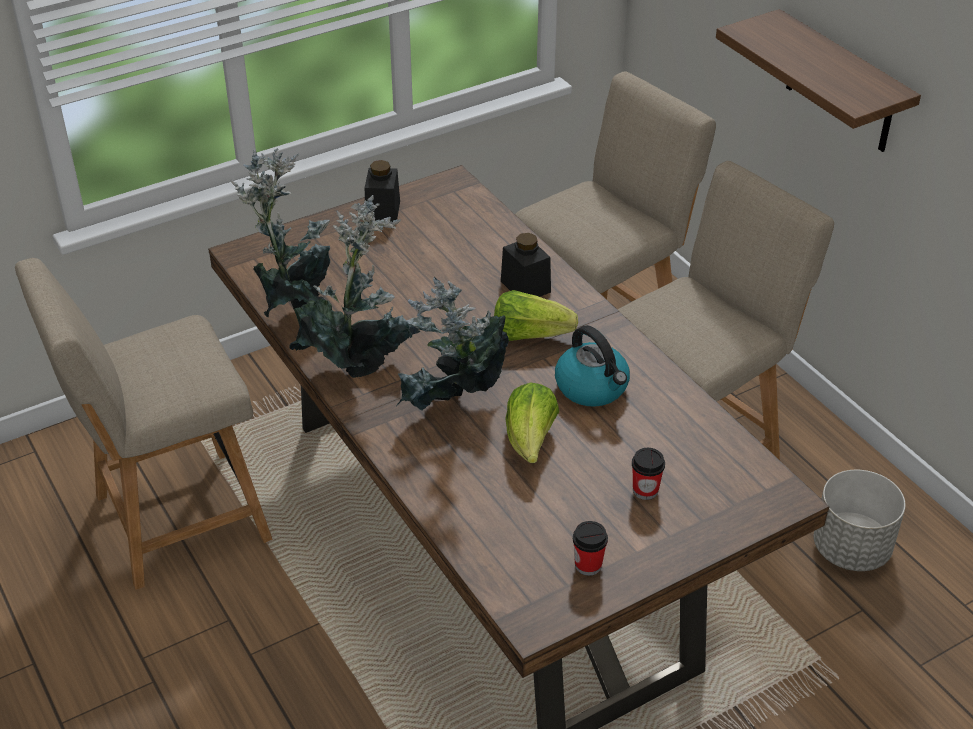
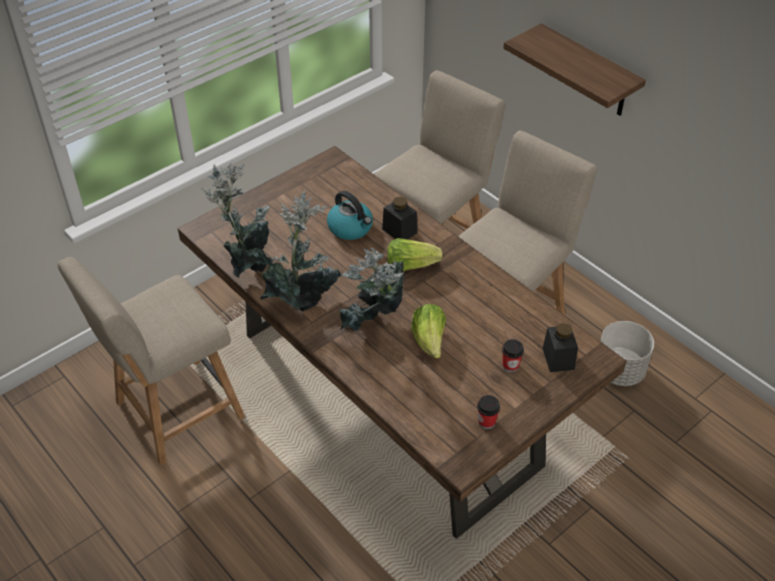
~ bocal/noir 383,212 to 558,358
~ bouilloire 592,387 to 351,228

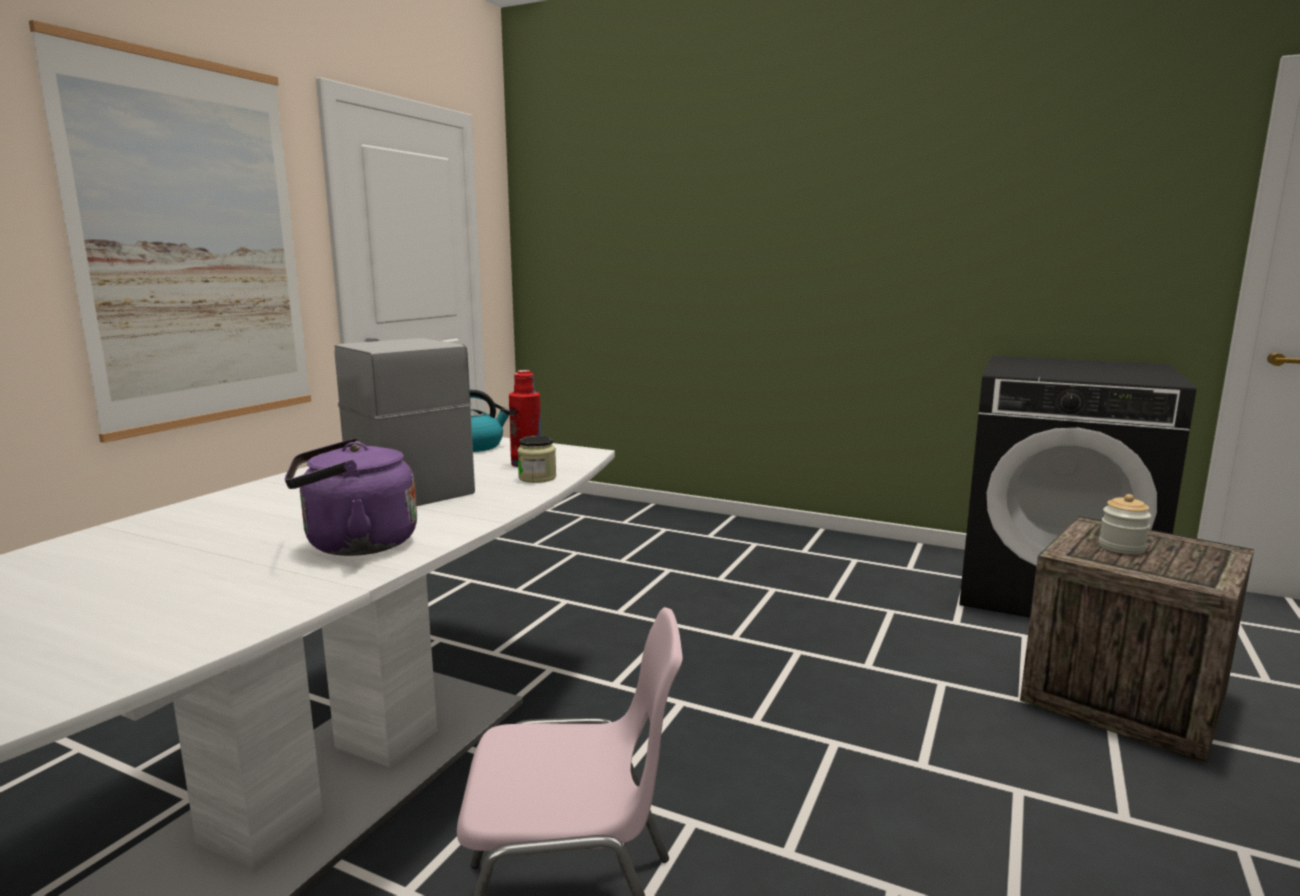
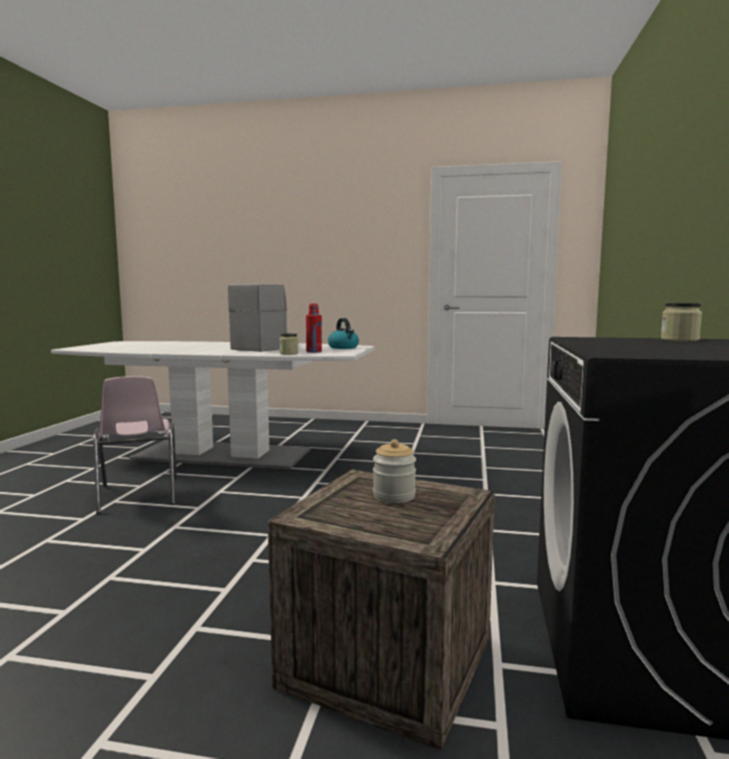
- tableau 193,245
- bouilloire/violet 354,545
+ bocal 679,340

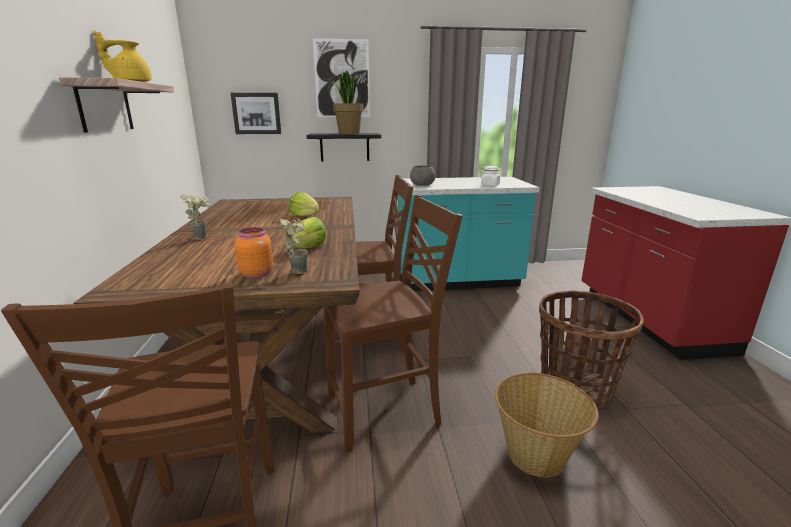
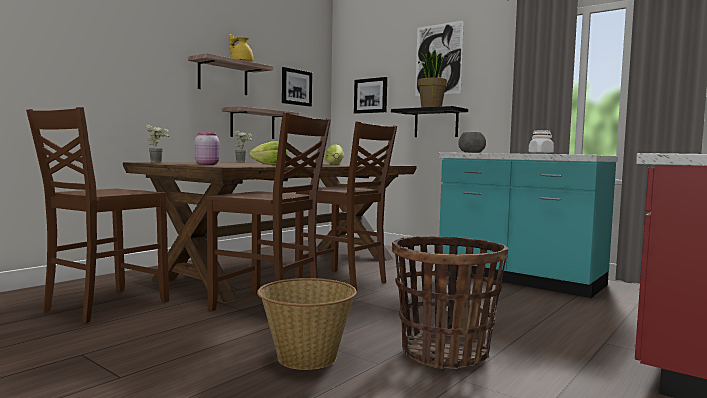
+ étagère 253,124
+ tableau 296,87
~ plante en pot 298,270 to 158,163
~ bocal/orange 256,274 to bocal/rose 207,164

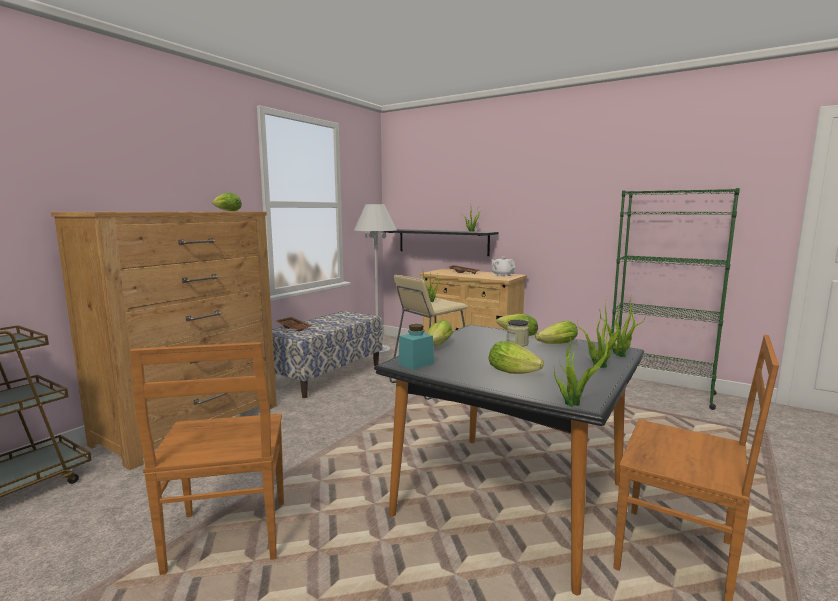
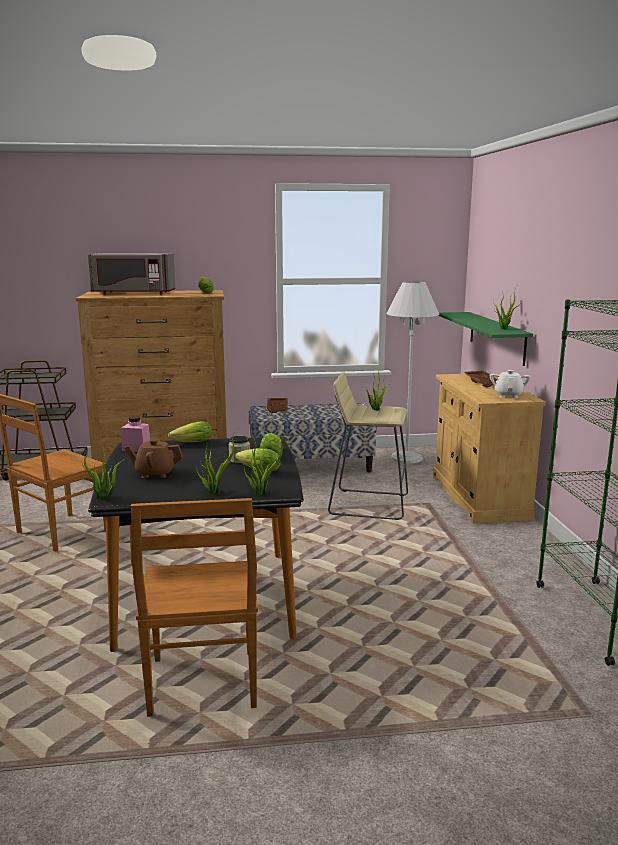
+ micro-ondes/gris 133,293
~ laitue 515,372 to théière/marron 155,473
~ étagère/noir 442,242 to étagère/vert 496,337
~ bocal/turquoise 416,364 to bocal/rose 136,448

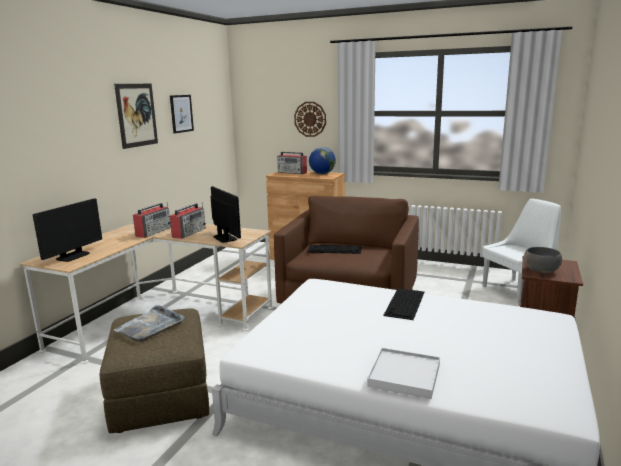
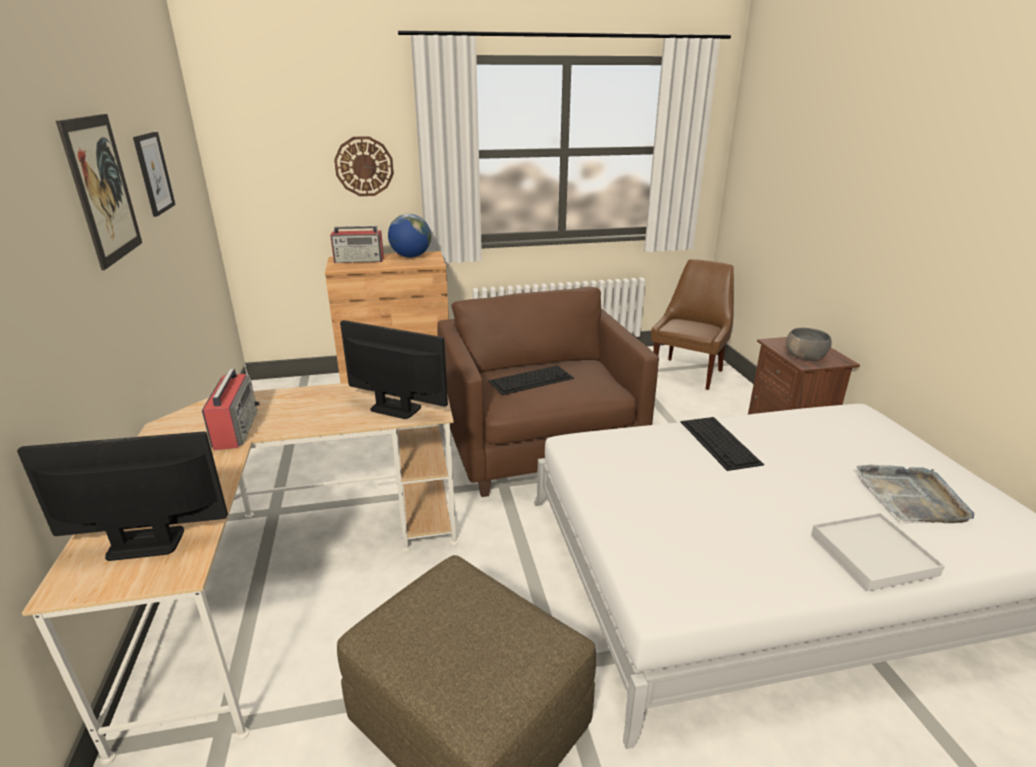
- radio 189,232
~ plateau/gris 150,326 to 912,497
~ chaise/blanc 518,290 to chaise/marron 688,372
~ écran d'ordinateur 73,256 = 145,543 90 degrees counterclockwise

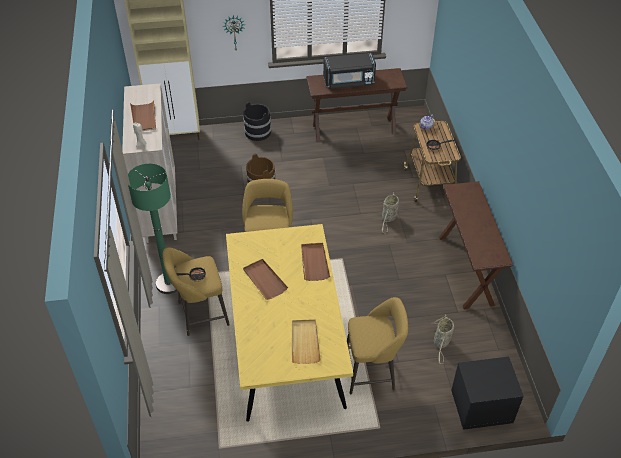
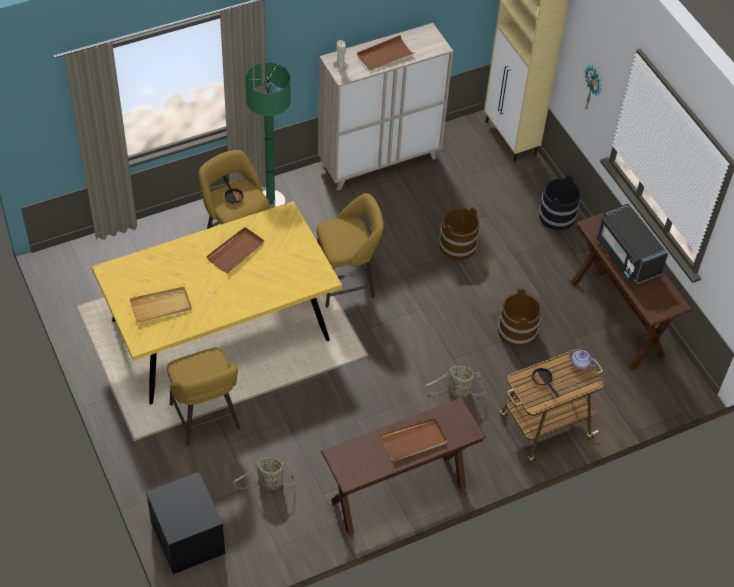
+ seau/marron 517,331
~ plateau/marron 314,262 to 414,441

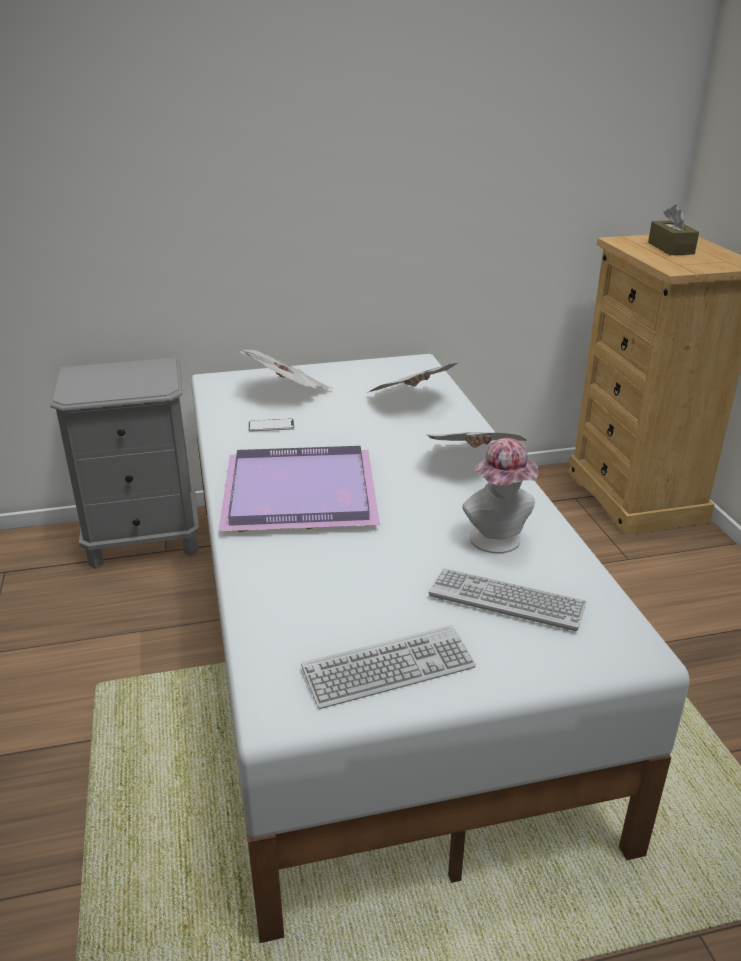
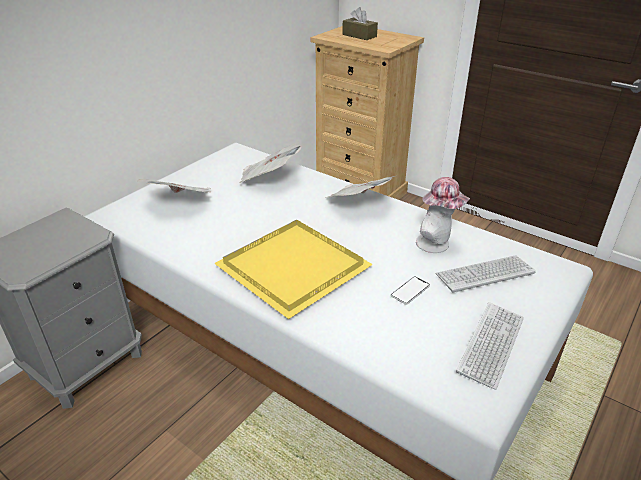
~ téléphone 271,426 to 410,291
~ plateau/violet 297,495 to plateau/jaune 293,270

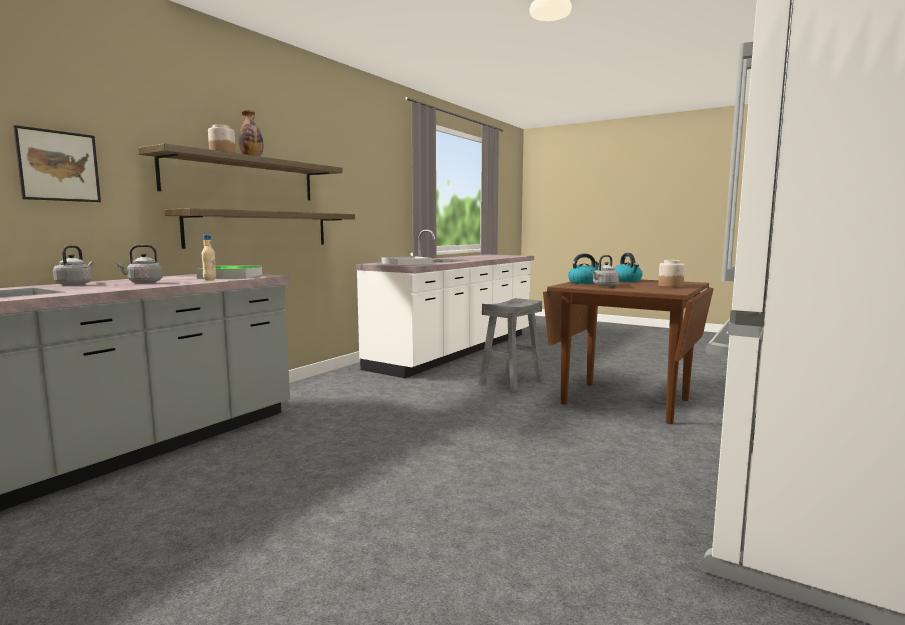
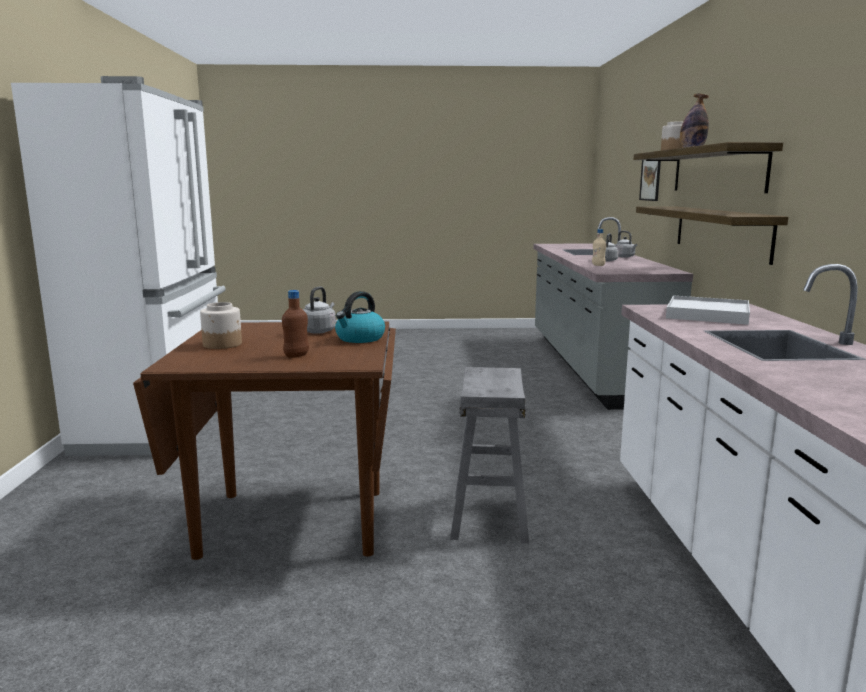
- plateau 231,276
~ bouilloire 627,281 to bouteille/marron 296,355

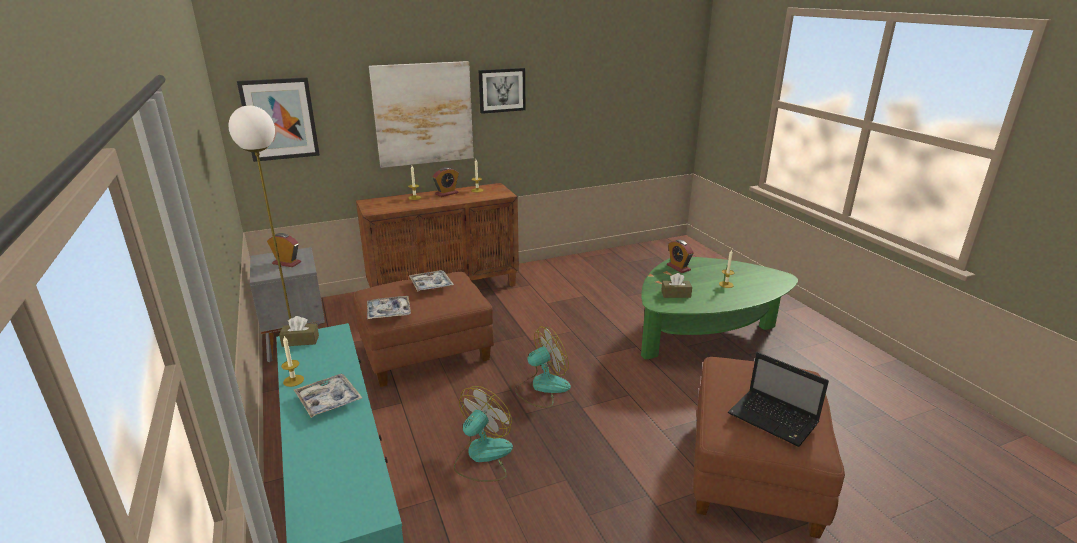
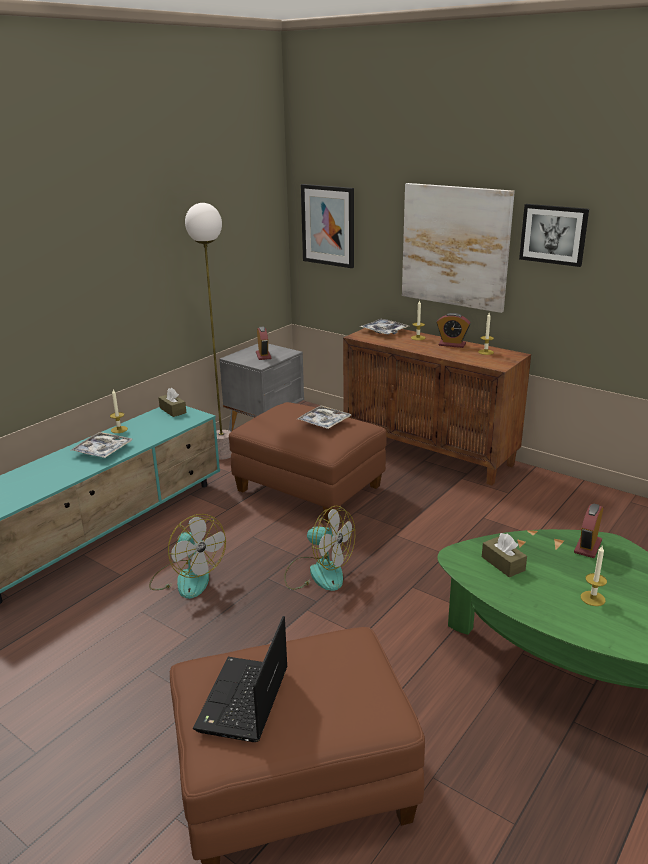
~ plateau 389,312 to 384,331
~ ventilateur 482,456 = 187,578 45 degrees clockwise

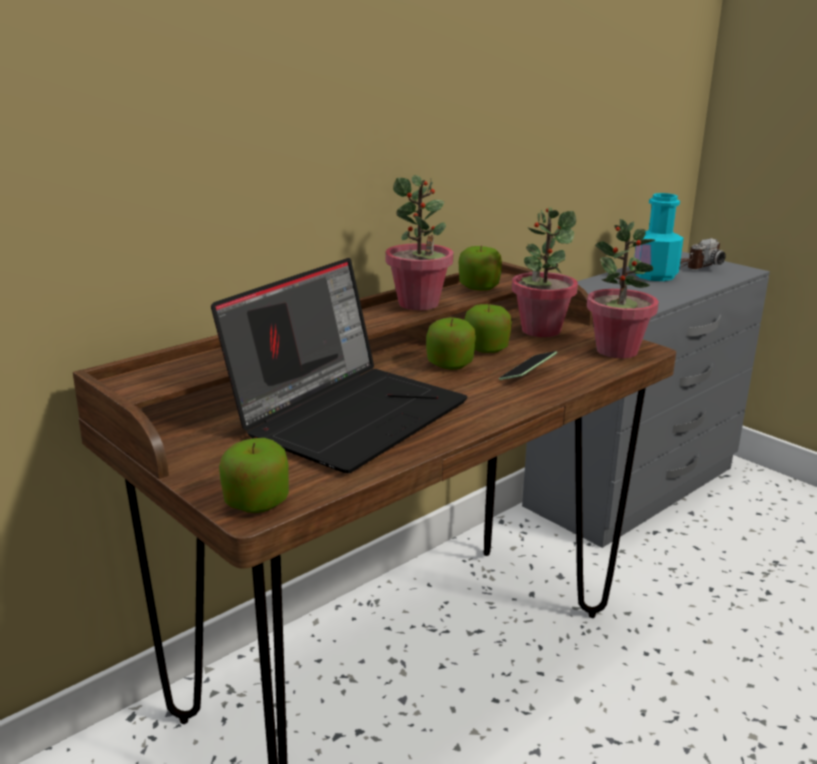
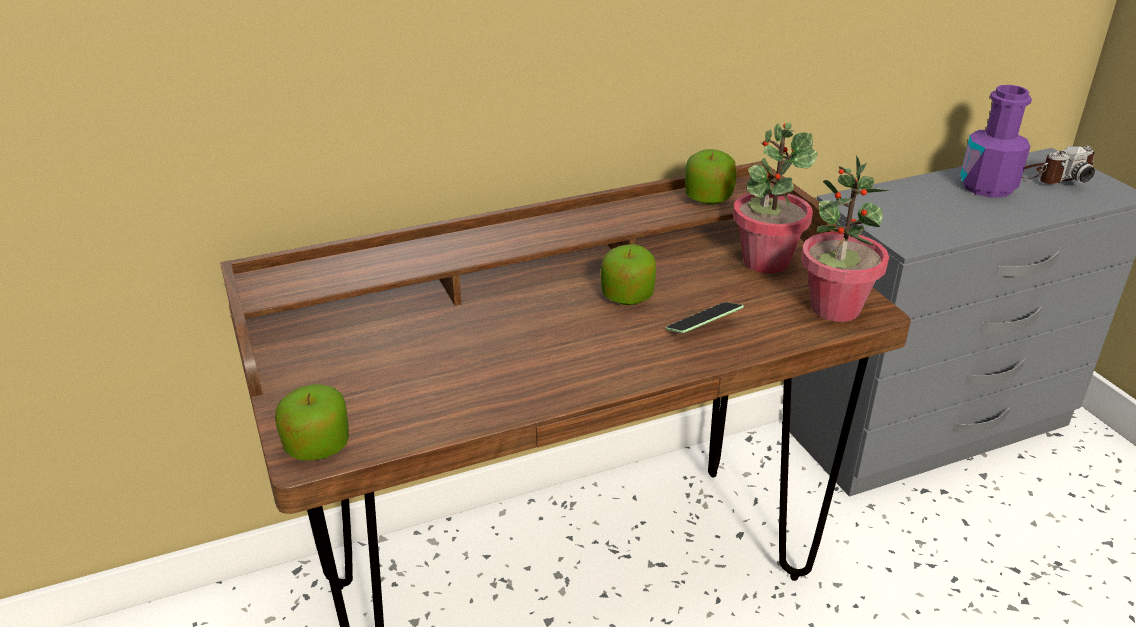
- ordinateur portable 348,414
- plante en pot 419,304
- pomme 486,348
~ bouteille/turquoise 655,275 to bouteille/violet 987,187

